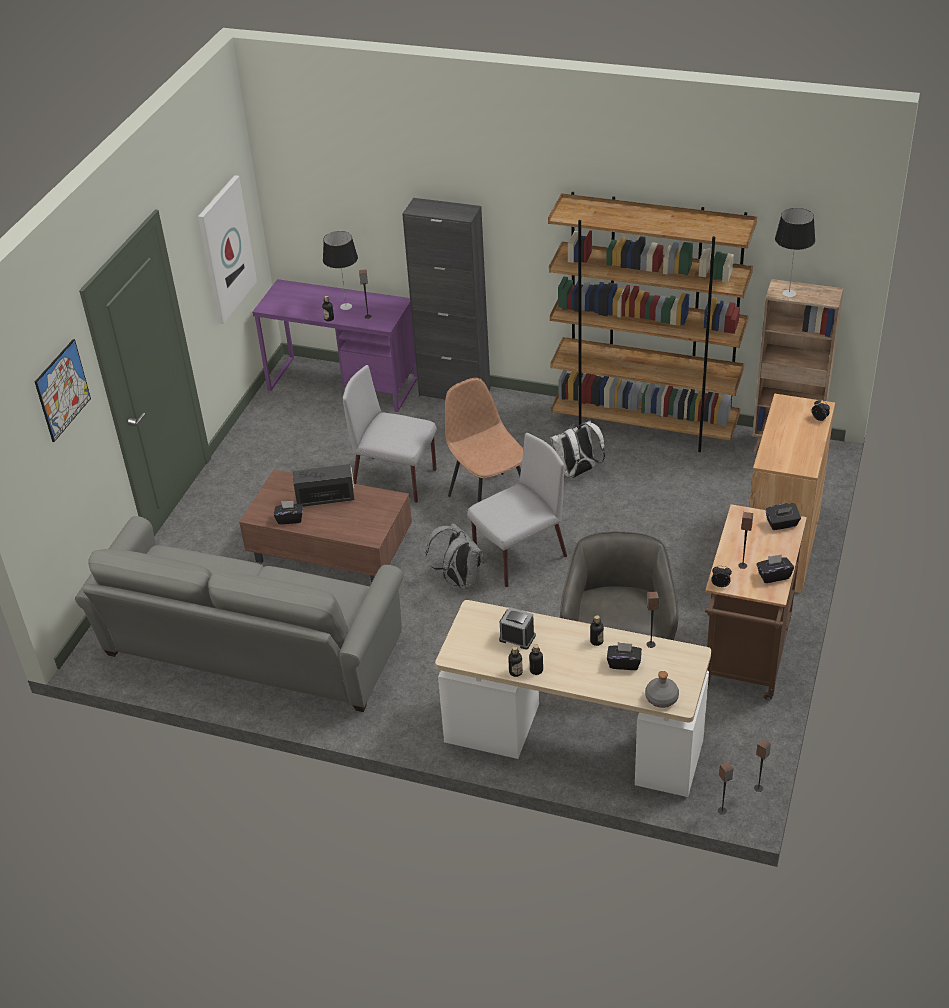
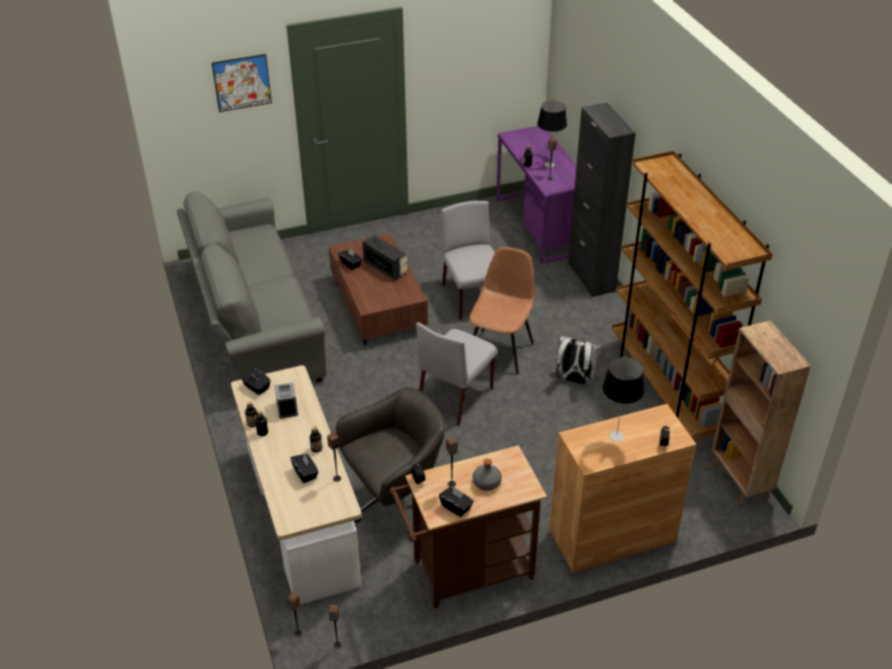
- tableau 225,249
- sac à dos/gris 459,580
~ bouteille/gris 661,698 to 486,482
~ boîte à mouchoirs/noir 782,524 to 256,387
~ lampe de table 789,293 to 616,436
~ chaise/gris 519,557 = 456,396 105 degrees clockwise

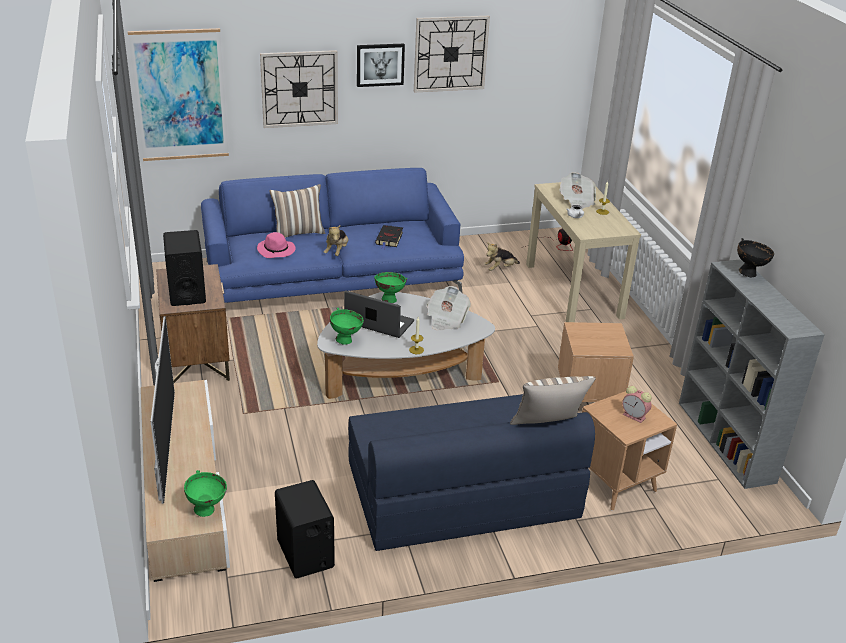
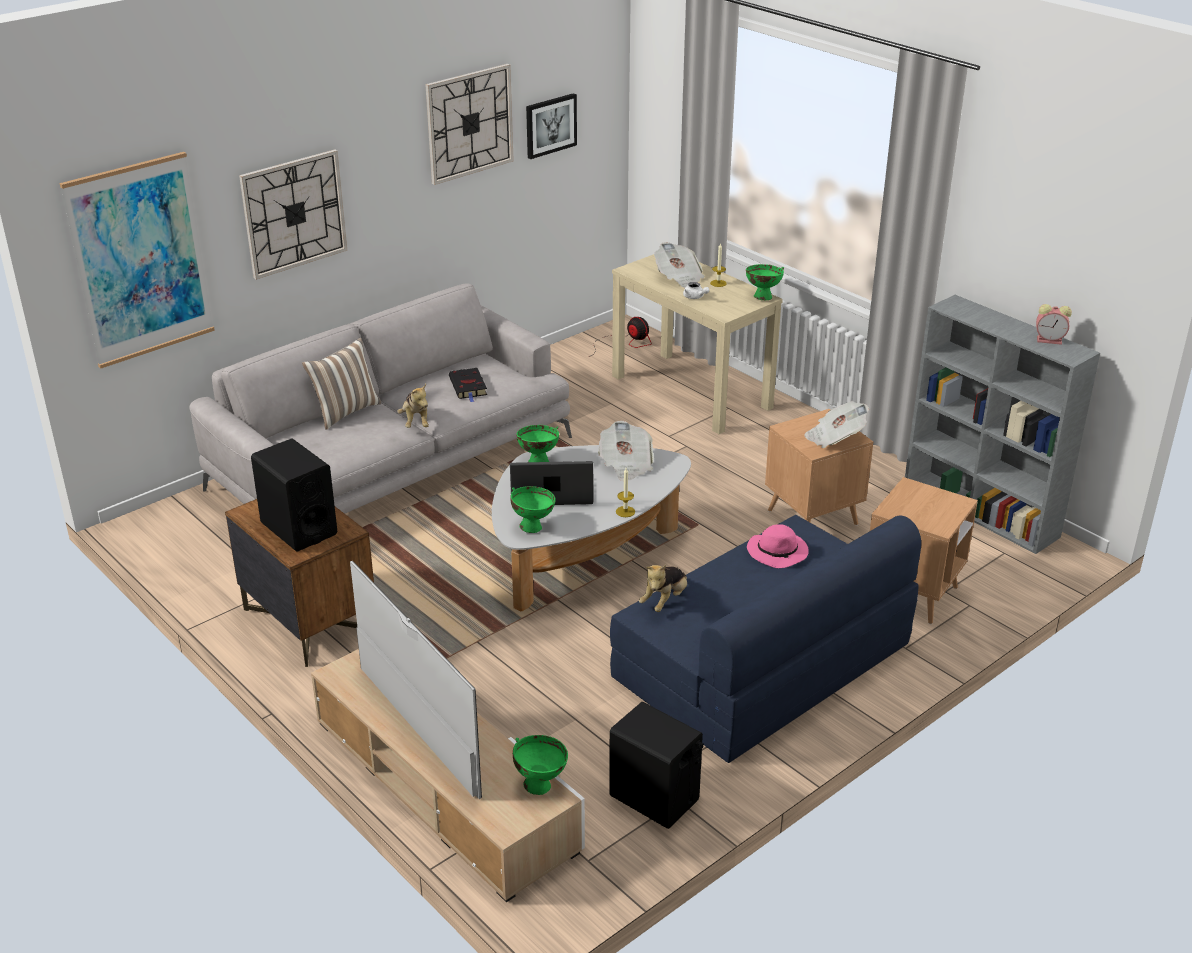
- coussin 548,428
- bol/noir 749,273
+ bol/vert 762,297
+ journal 835,438
~ chapeau/rose 276,251 to 778,552
~ tableau 380,64 to 550,125
~ peluche 500,269 to 665,600
~ réveil 635,416 to 1050,340
~ canapé/bleu 332,278 to canapé/gris 392,462

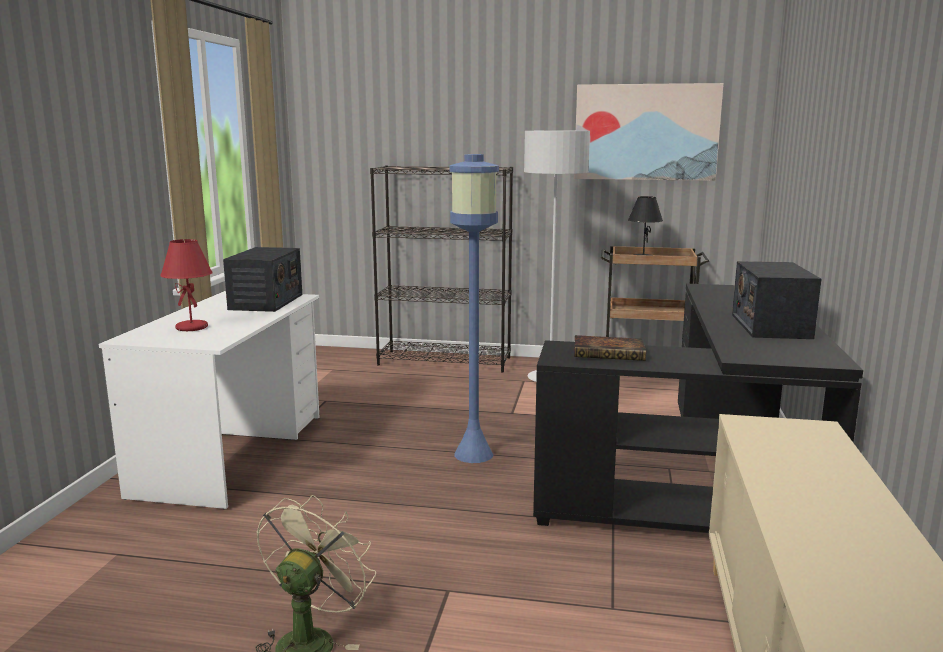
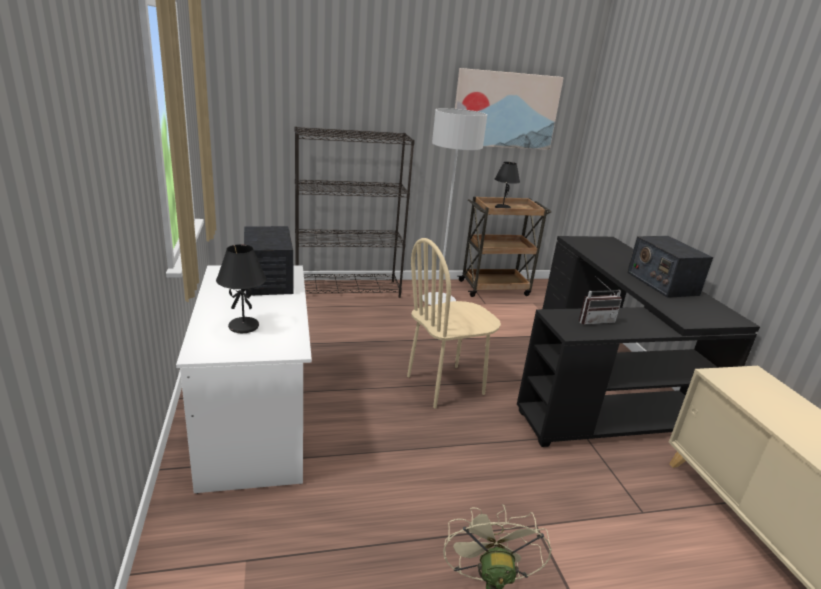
~ lampadaire/bleu 473,454 to chaise/beige 445,385
~ livre 610,353 to radio 594,320
~ lampe de table/rouge 192,327 to lampe de table/noir 244,326

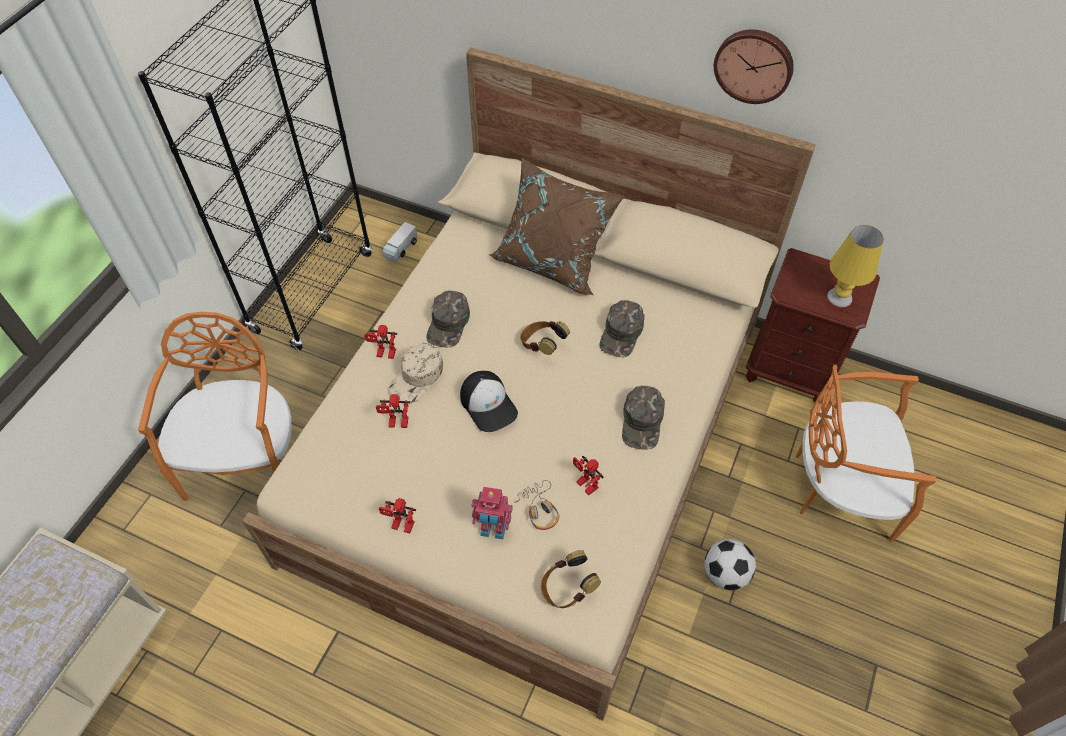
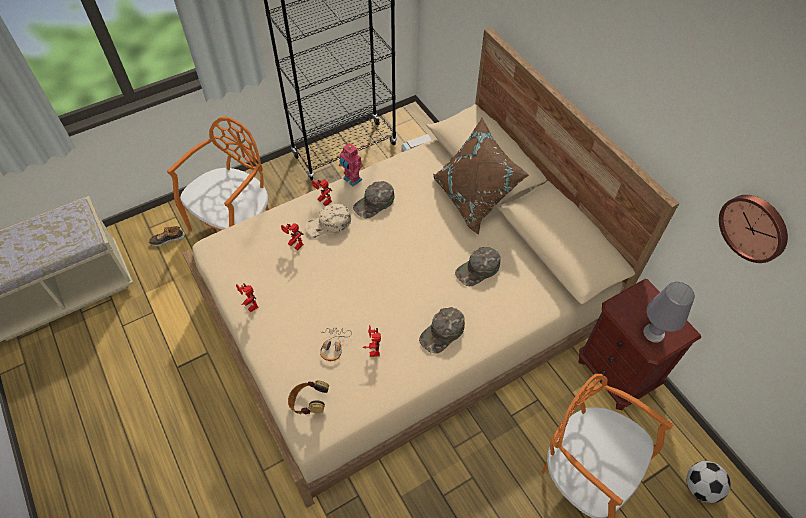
- casquette 489,404
- casque audio 542,345
+ chaussure 167,239
~ robot jouet 493,530 to 351,180
~ ballon de foot 725,574 to 700,487
~ horloge murale 754,65 to 754,227
~ lampe de table/jaune 839,297 to lampe de table/gris 654,332

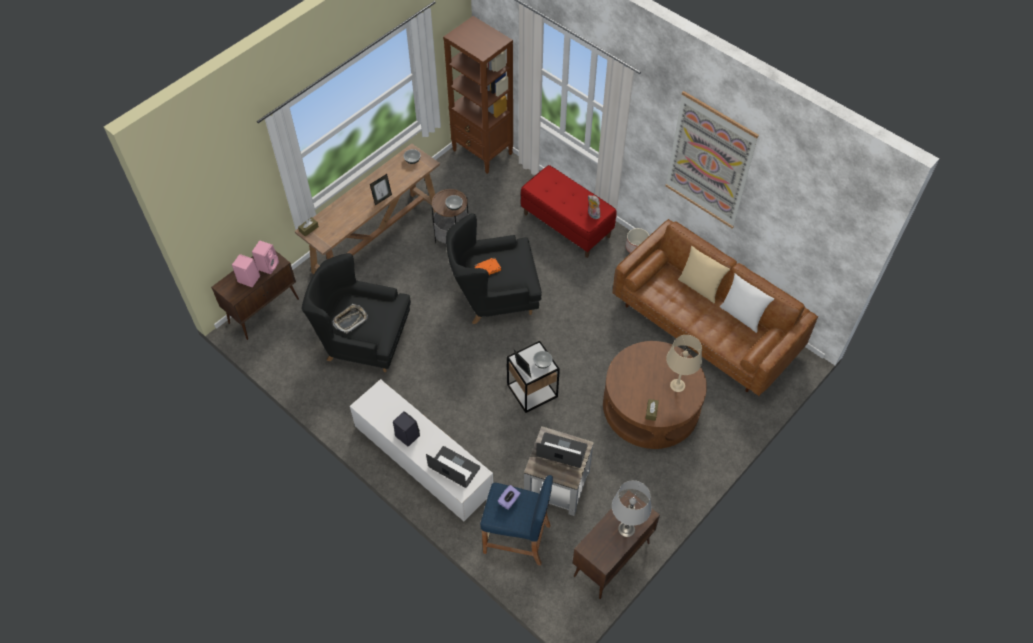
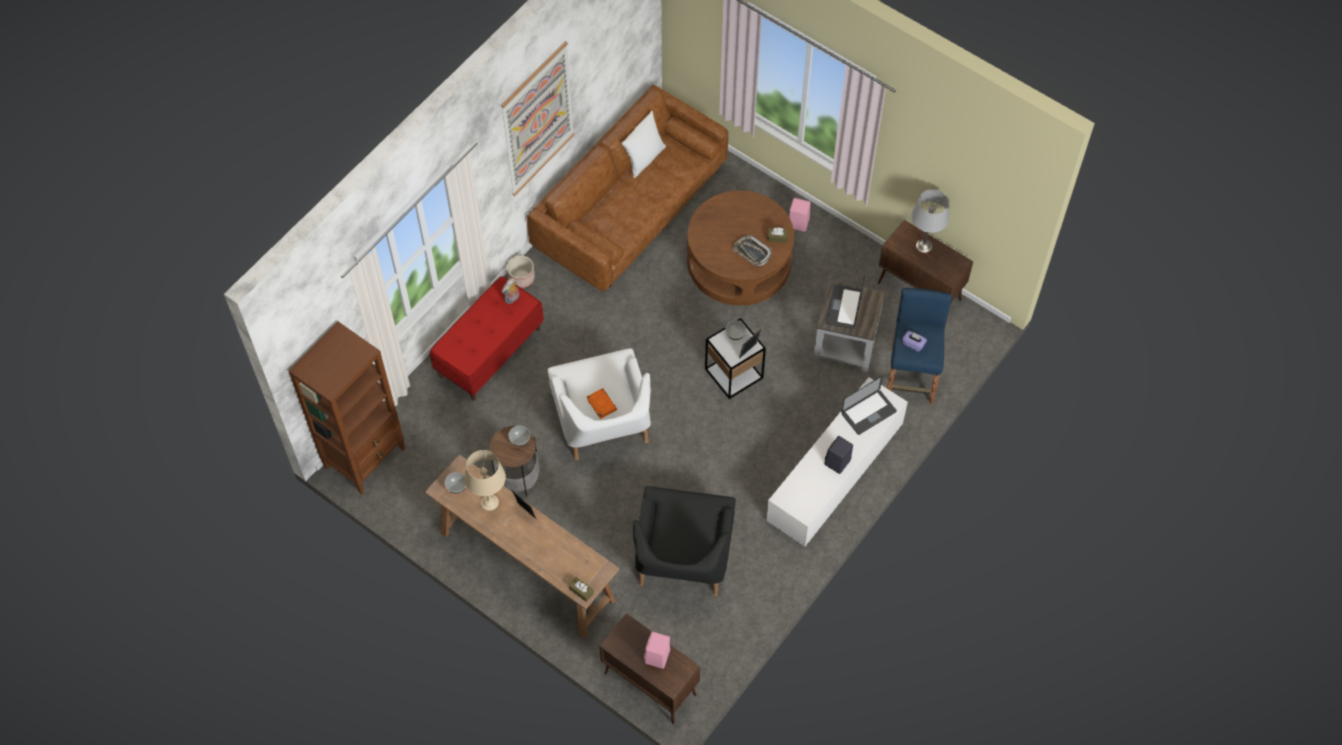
- coussin/beige 699,287
~ enceinte/rose 268,265 to 797,223
~ plateau 350,320 to 752,252
~ lampe de table/beige 677,385 to 489,502
~ fauteuil/noir 494,294 to fauteuil/blanc 603,422
~ ordinateur portable 454,467 = 868,412 150 degrees counterclockwise

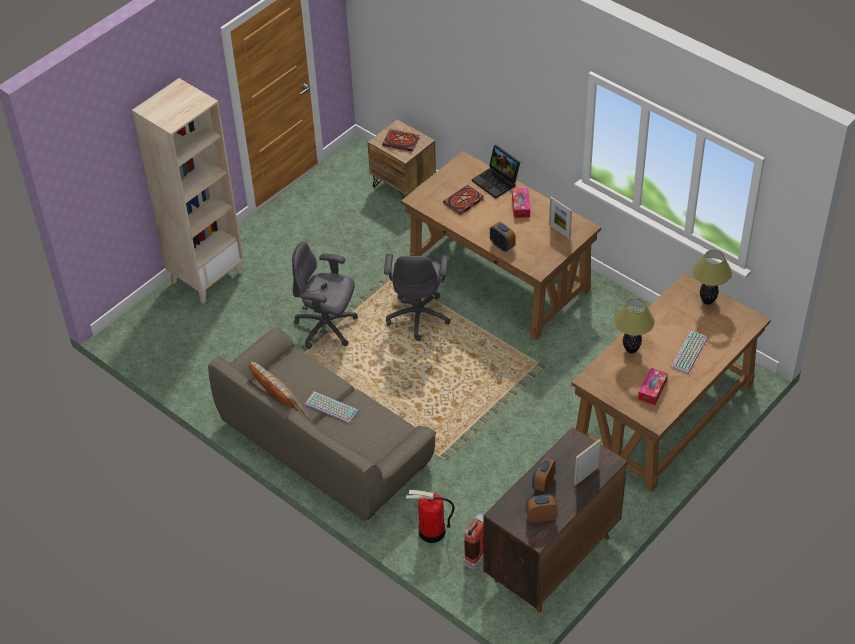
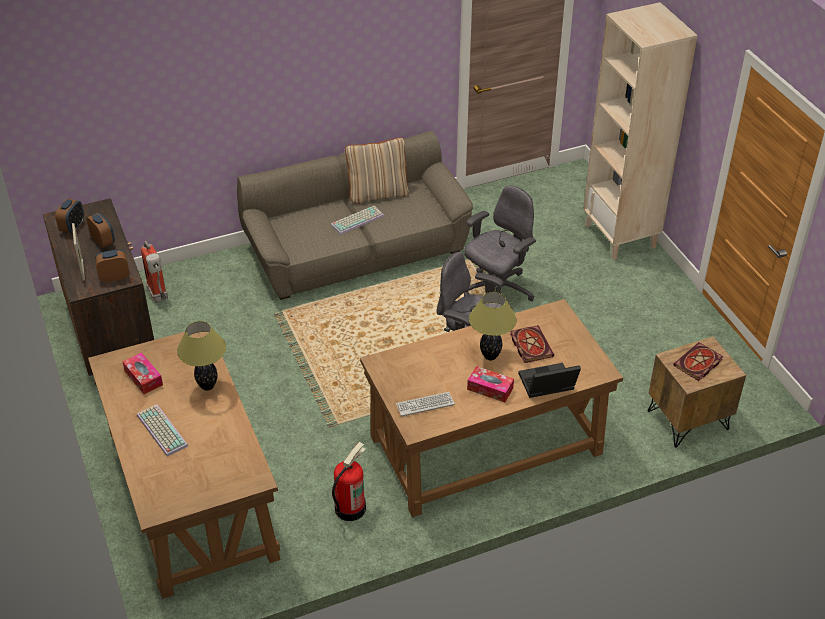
~ extincteur 431,532 to 350,508
~ réveil 502,246 to 114,277
~ lampe de table 707,301 to 490,356
~ cadre photo 559,231 to clavier 425,404

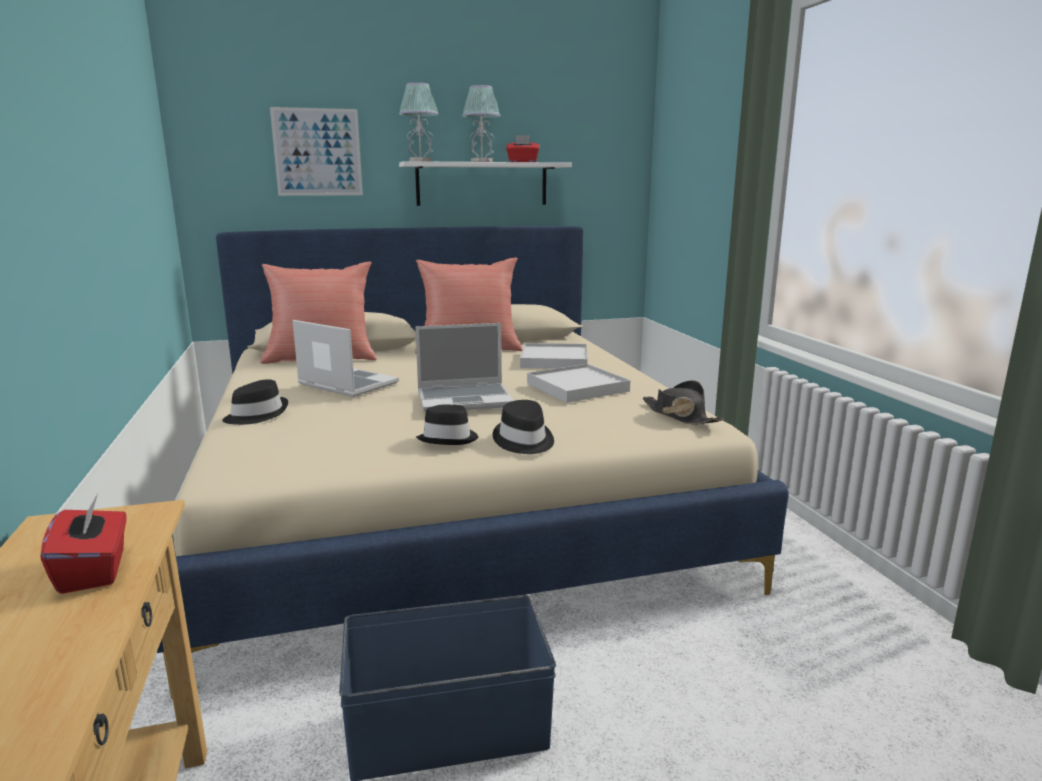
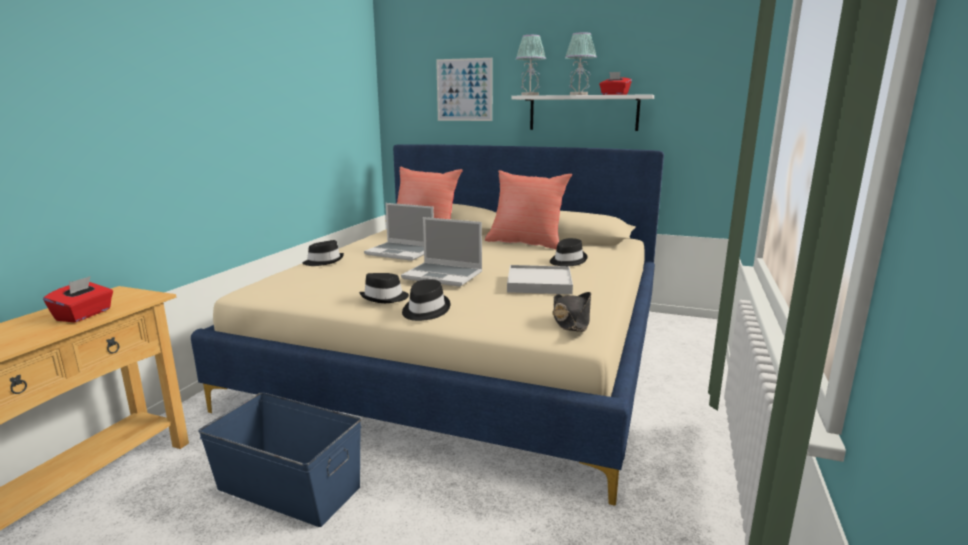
~ plateau/blanc 554,360 to chapeau/noir 567,261
~ ordinateur portable 346,384 = 401,252 135 degrees clockwise

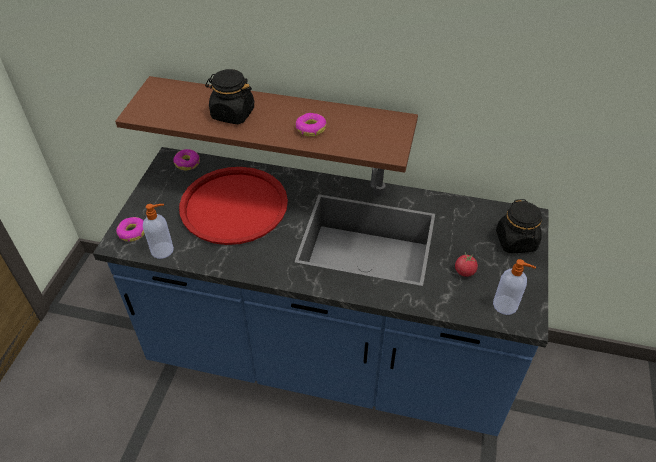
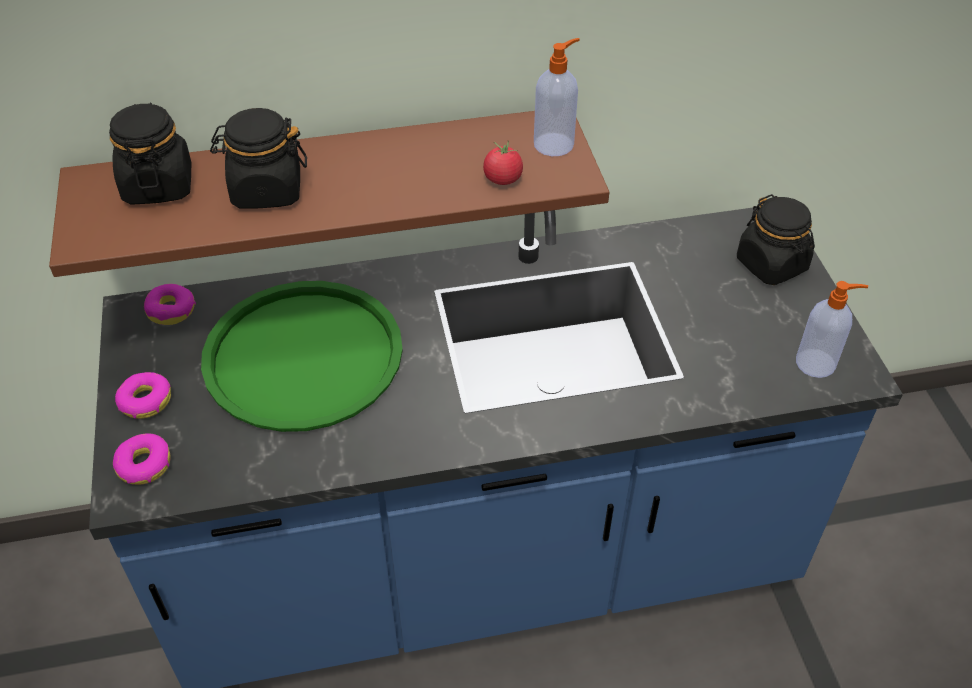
+ bocal/noir 158,185
~ distributeur de savon 163,250 to 555,144
~ beignet 310,128 to 145,401
~ tomate 464,271 to 502,179
~ plateau/rouge 234,206 to plateau/vert 303,356

